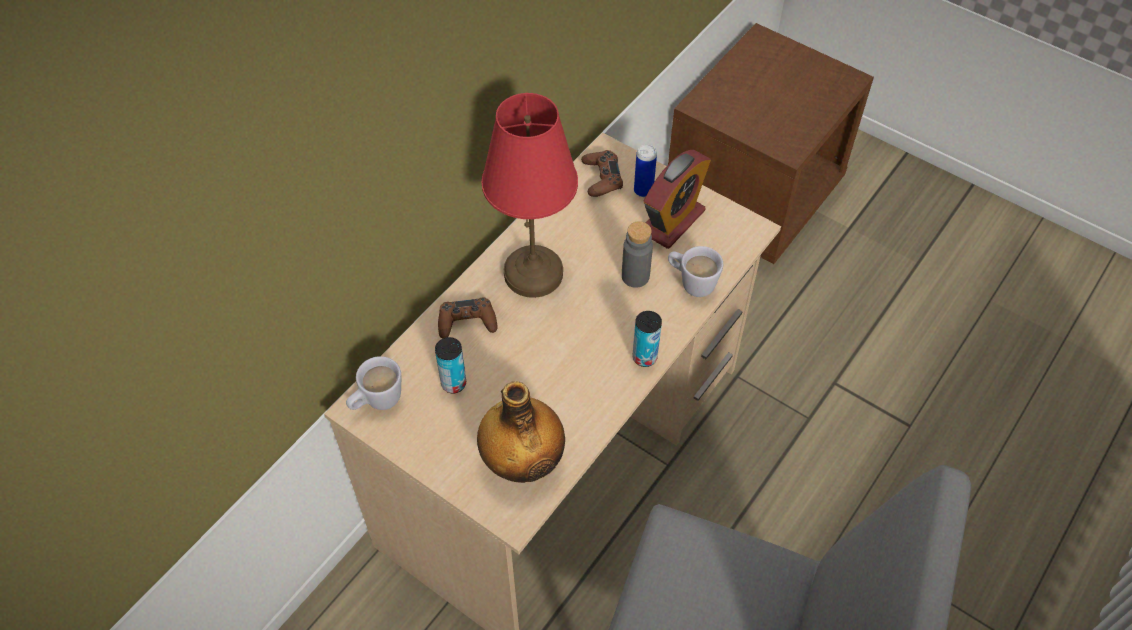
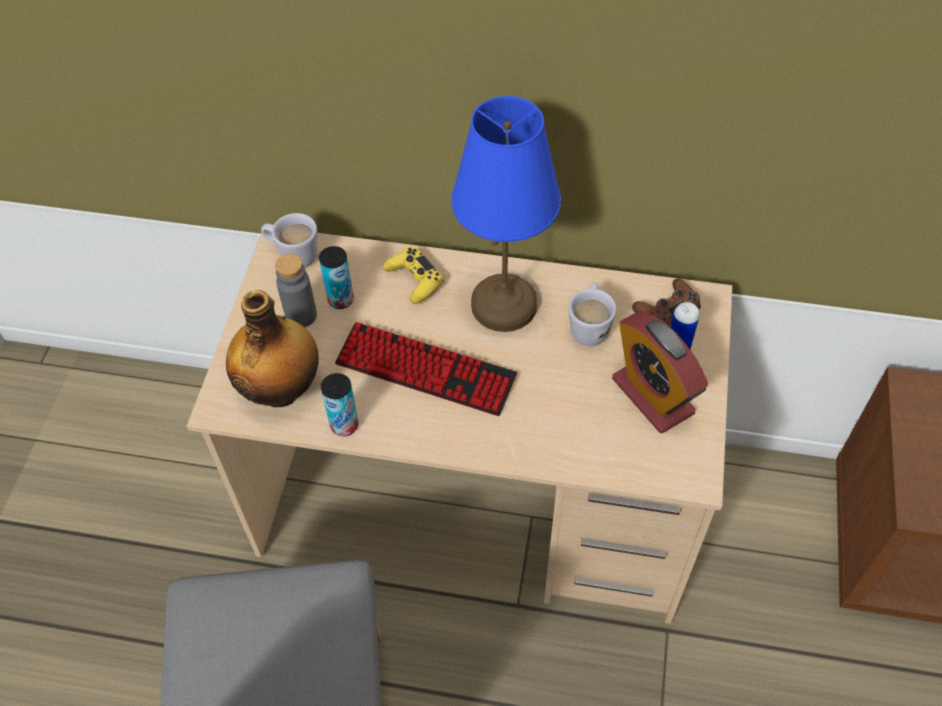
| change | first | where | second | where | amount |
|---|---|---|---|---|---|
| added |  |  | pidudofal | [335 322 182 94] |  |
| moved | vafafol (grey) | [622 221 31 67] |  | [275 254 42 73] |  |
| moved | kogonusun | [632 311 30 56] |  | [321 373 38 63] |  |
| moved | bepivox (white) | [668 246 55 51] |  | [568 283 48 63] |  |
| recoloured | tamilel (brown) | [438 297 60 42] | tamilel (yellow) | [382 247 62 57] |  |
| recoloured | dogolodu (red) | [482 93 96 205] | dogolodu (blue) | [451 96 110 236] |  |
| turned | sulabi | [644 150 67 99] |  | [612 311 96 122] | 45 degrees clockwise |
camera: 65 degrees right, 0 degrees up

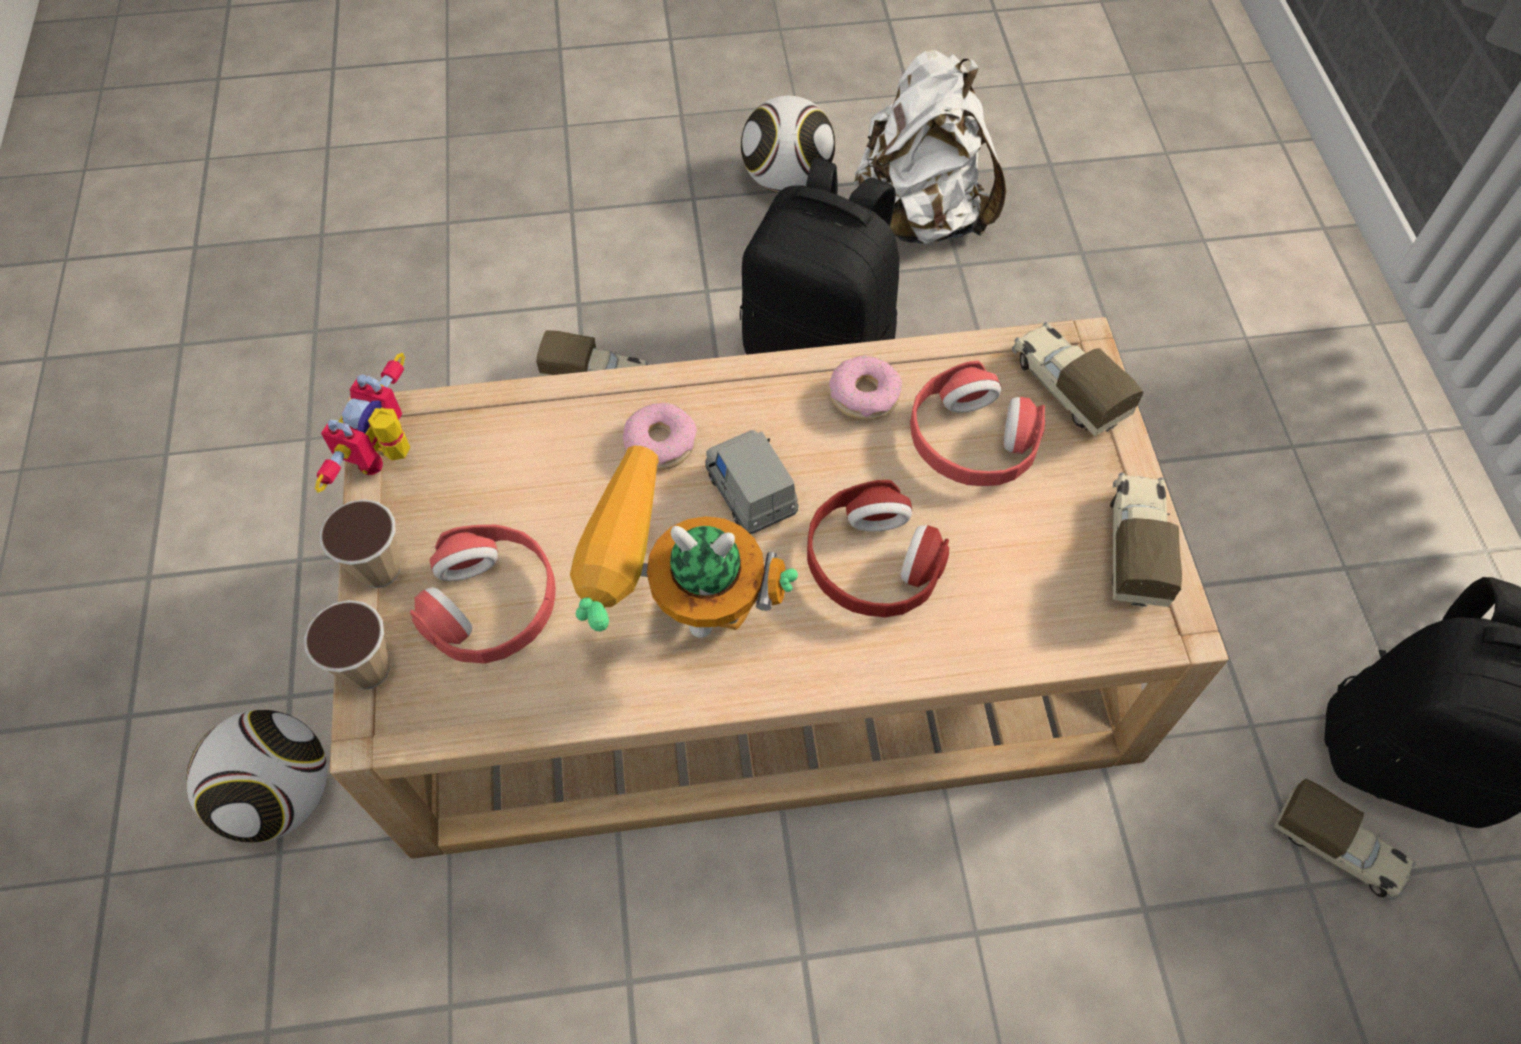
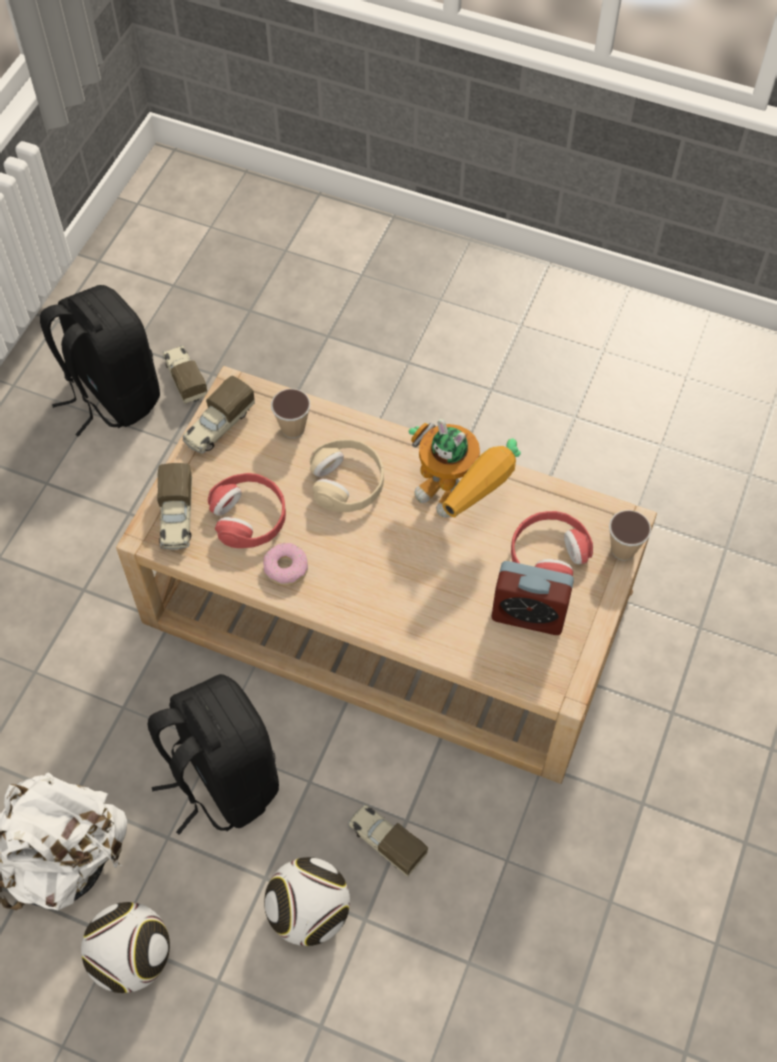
| change | first | where | second | where | amount |
|---|---|---|---|---|---|
| removed | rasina | [315 353 95 140] |  |  |  |
| removed | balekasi | [623 403 74 68] |  |  |  |
| removed | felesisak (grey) | [705 430 93 104] |  |  |  |
| added |  |  | sulabi | [491 561 83 74] |  |
| moved | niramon | [187 710 140 133] |  | [264 857 86 89] |  |
| moved | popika | [320 499 80 89] |  | [271 389 39 49] |  |
| recoloured | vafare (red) | [807 480 142 137] | vafare (beige) | [310 439 74 73] |  |
camera: 150 degrees left, 0 degrees up

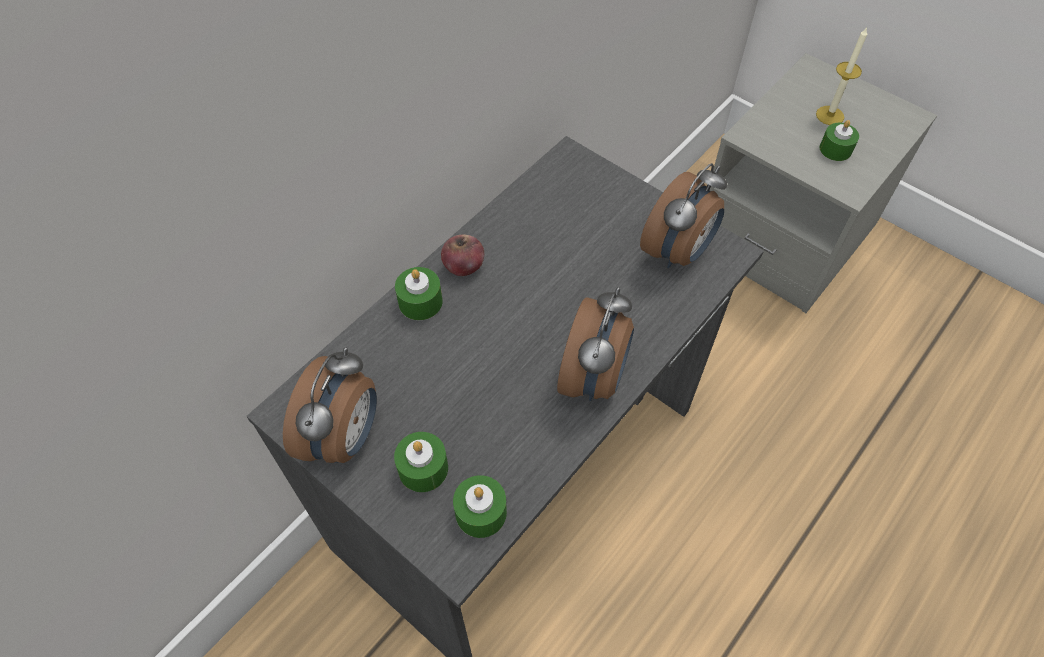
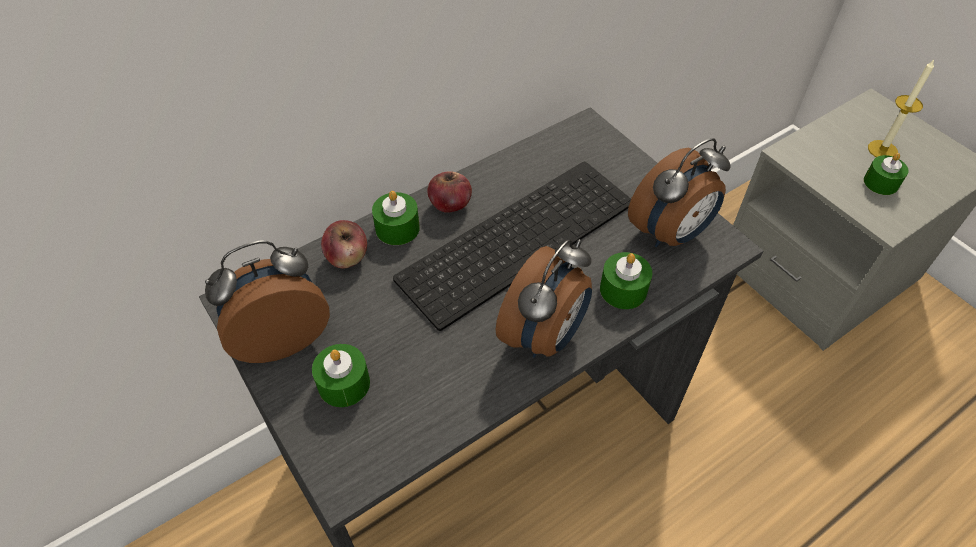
| change | first | where | second | where | amount |
|---|---|---|---|---|---|
| added |  |  | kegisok | [321 220 46 49] |  |
| added |  |  | pidudofal | [393 162 238 169] |  |
| moved | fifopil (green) | [453 475 54 63] |  | [600 252 52 57] |  |
| turned | sulabi | [283 347 94 116] |  | [205 241 125 122] | 150 degrees counterclockwise |
camera: 15 degrees right, 5 degrees down

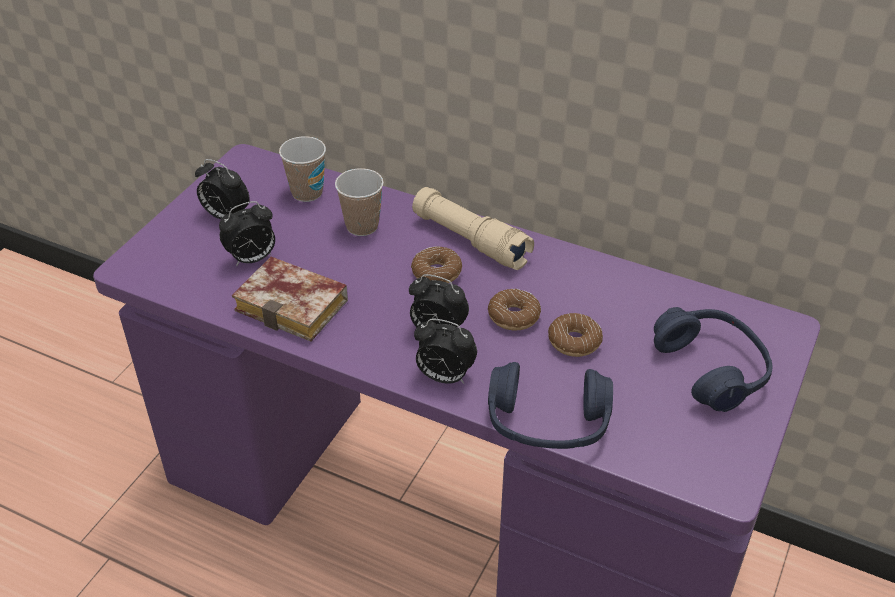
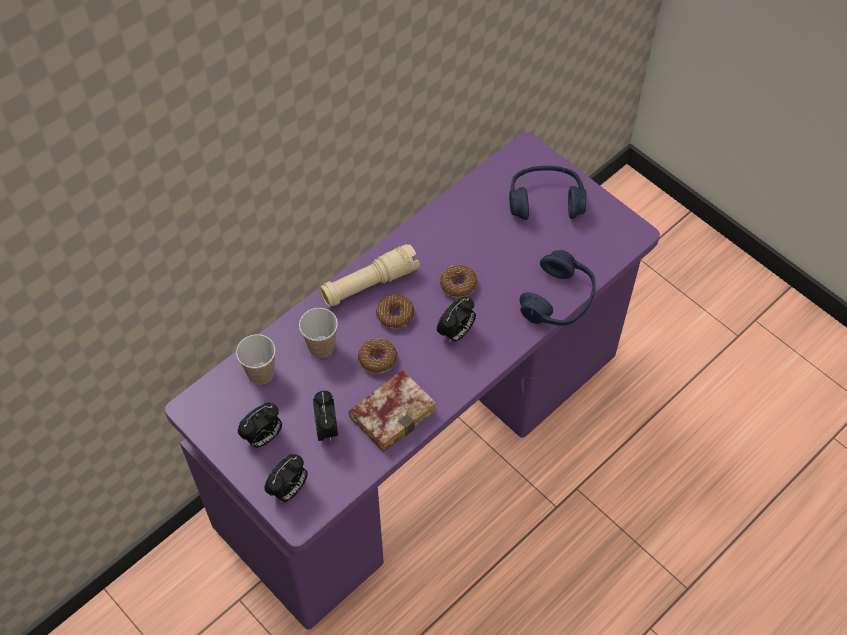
| change | first | where | second | where | amount |
|---|---|---|---|---|---|
| moved | sulabi | [414 319 63 65] |  | [264 454 44 48] |  |
| moved | balekasi | [548 313 55 44] |  | [358 338 40 36] |  |
camera: 70 degrees left, 15 degrees up

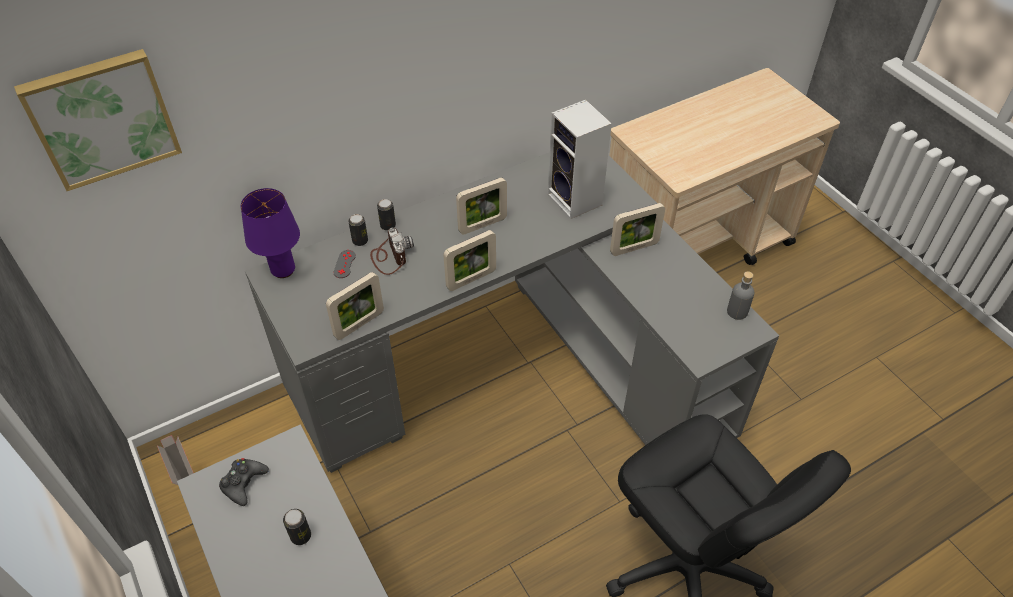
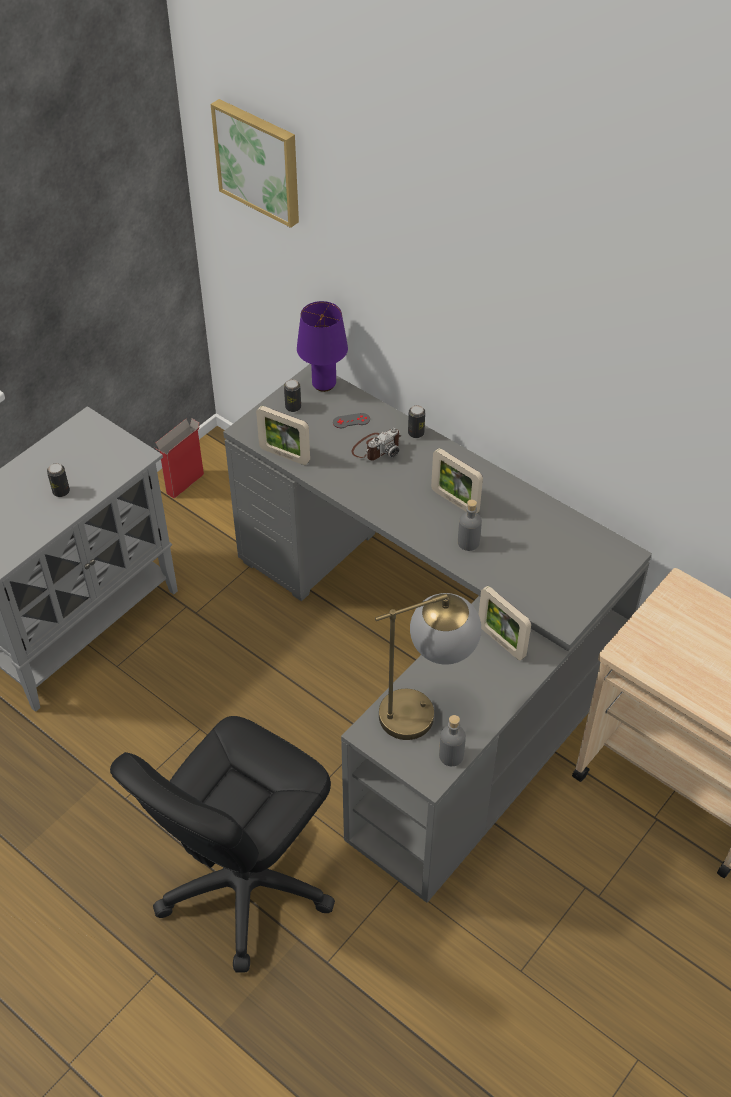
| change | first | where | second | where | amount |
|---|---|---|---|---|---|
| removed | tamilel (black) | [219 458 50 48] |  |  |  |
| removed | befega | [443 230 53 61] |  |  |  |
| removed | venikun | [548 100 64 119] |  |  |  |
| added |  |  | dogolodu | [375 593 106 147] |  |
| added |  |  | vafafol (grey) | [458 499 24 52] |  |
| moved | kogonusun | [348 214 20 32] |  | [284 379 17 33] |  |
camera: 70 degrees right, 0 degrees up

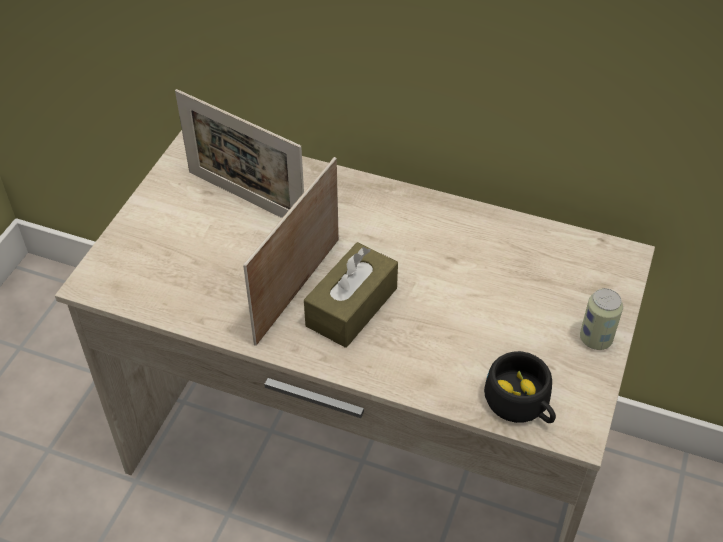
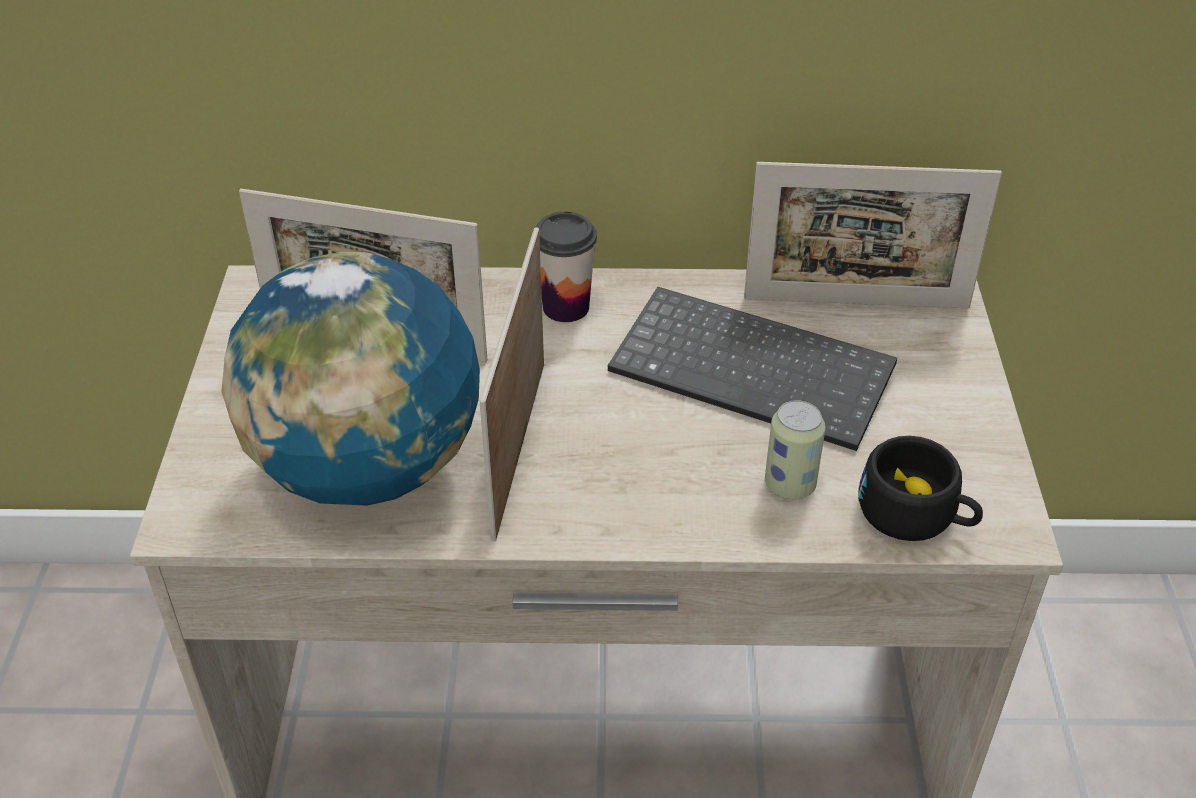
| change | first | where | second | where | amount |
|---|---|---|---|---|---|
| removed | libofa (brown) | [304 242 94 106] |  |  |  |
| added |  |  | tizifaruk | [221 252 259 254] |  |
| added |  |  | popika | [535 212 62 110] |  |
| added |  |  | pidudofal | [608 286 289 165] |  |
| added |  |  | befega | [744 162 258 146] |  |
| moved | kogonusun | [580 288 43 62] |  | [765 400 61 100] |  |
camera: 20 degrees left, 5 degrees down

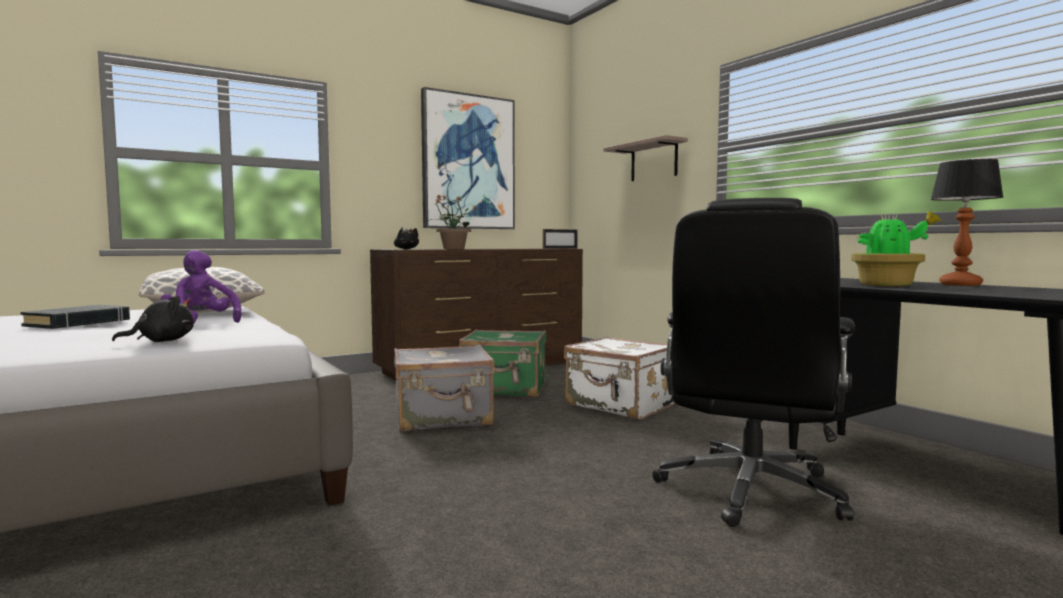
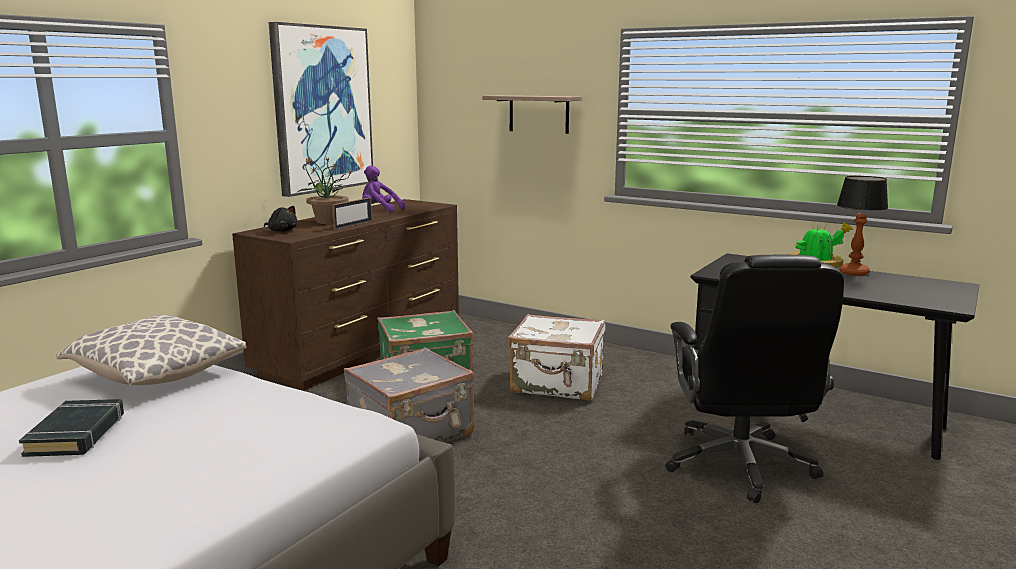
| change | first | where | second | where | amount |
|---|---|---|---|---|---|
| removed | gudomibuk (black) | [112 296 82 46] |  |  |  |
| moved | gudomibuk (purple) | [160 250 82 73] |  | [362 165 43 47] |  |
| moved | befega | [543 229 35 20] |  | [332 197 40 33] |  |
camera: 25 degrees left, 10 degrees up

